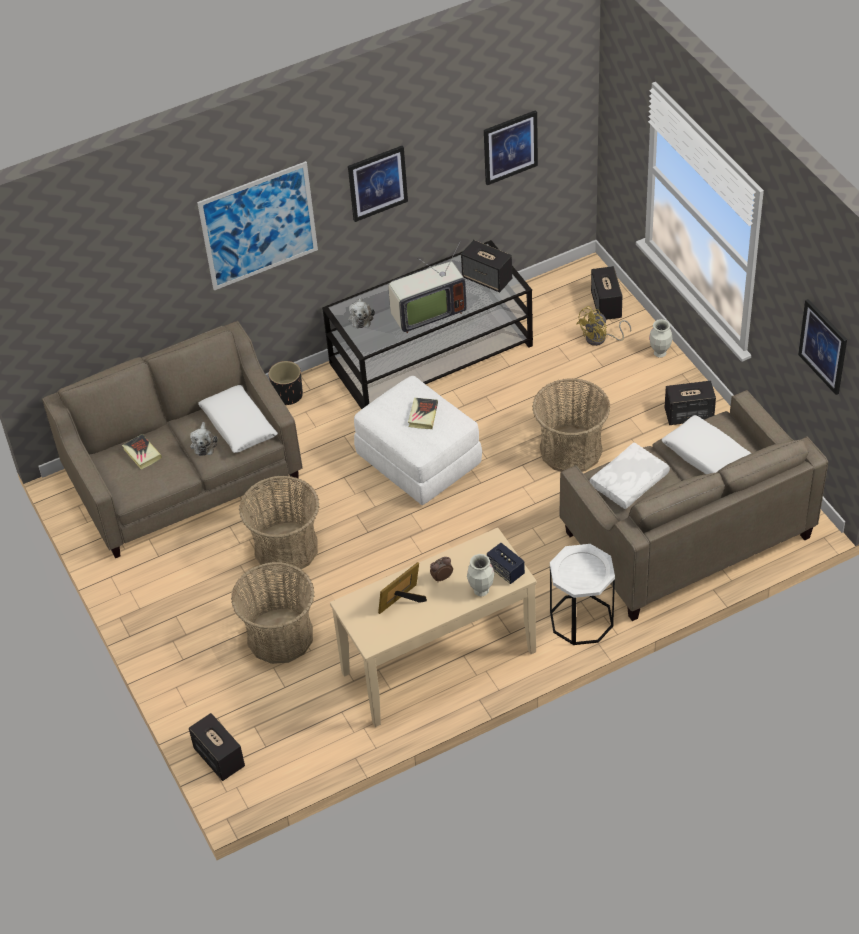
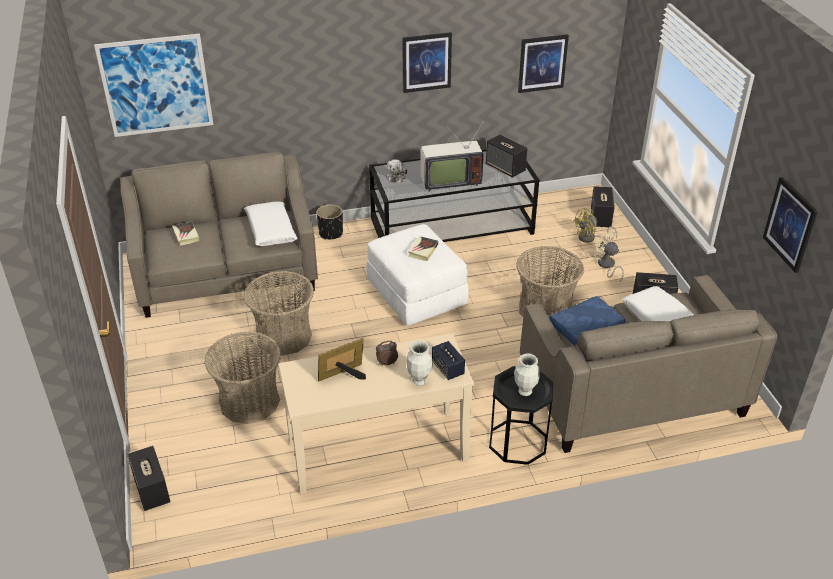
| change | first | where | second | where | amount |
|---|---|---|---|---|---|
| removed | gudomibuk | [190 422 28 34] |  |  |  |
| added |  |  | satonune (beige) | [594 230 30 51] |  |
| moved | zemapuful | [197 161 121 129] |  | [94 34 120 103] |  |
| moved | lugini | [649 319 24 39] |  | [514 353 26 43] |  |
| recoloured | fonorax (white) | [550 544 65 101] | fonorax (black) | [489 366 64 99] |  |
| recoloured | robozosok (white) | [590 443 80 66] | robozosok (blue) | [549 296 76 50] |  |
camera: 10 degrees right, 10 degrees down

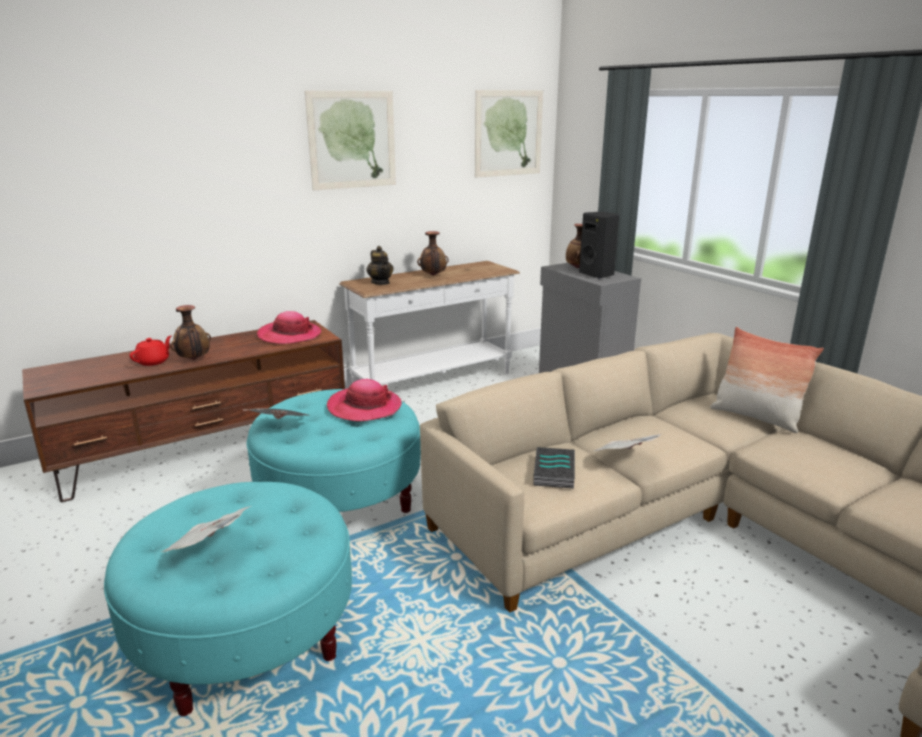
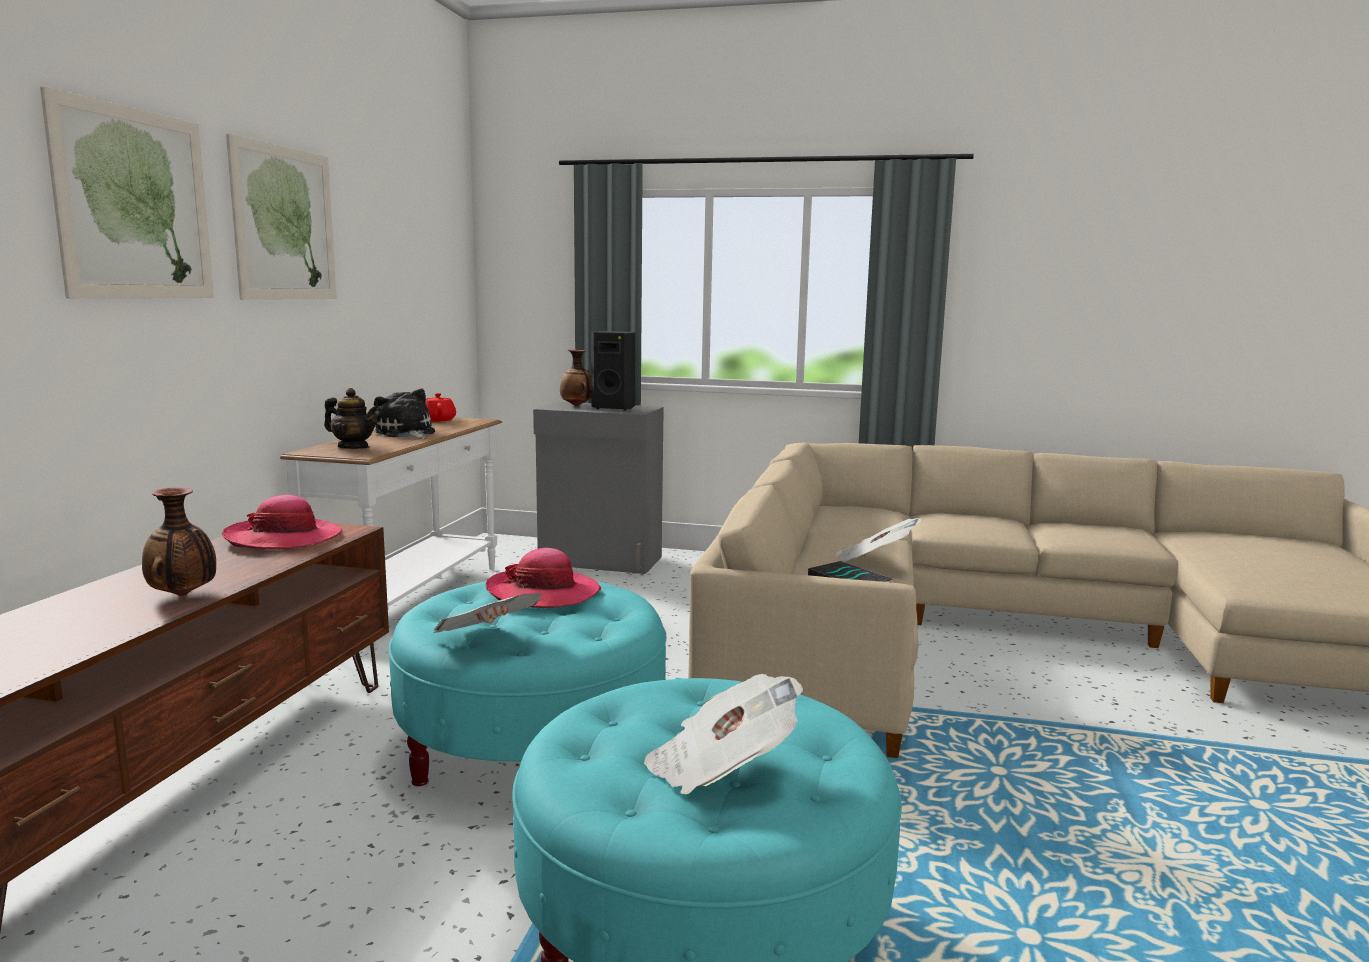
| change | first | where | second | where | amount |
|---|---|---|---|---|---|
| removed | robozosok | [710 327 114 106] |  |  |  |
| moved | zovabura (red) | [129 335 43 31] |  | [426 393 30 29] |  |
| moved | zemapuful | [475 90 68 88] |  | [40 86 174 212] |  |
| replaced | lugini | [417 231 32 45] | gudomibuk | [374 389 61 50] |  |
camera: 45 degrees left, 10 degrees down

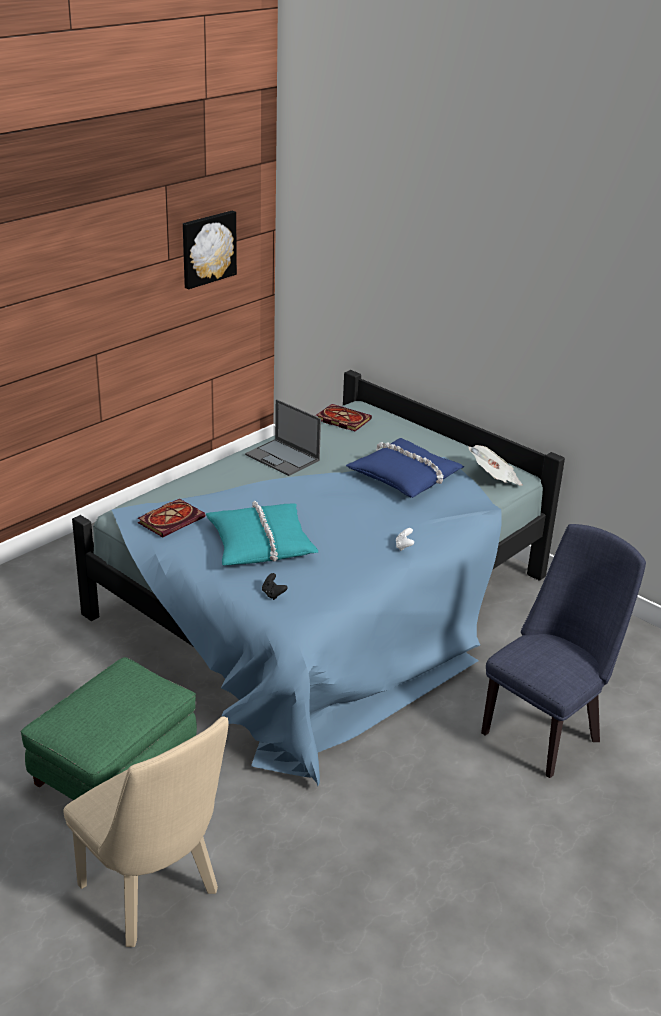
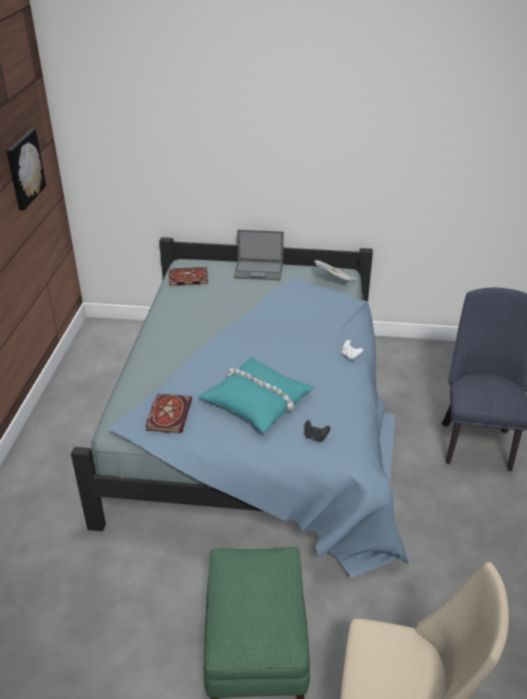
| change | first | where | second | where | amount |
|---|---|---|---|---|---|
| removed | robozosok (blue) | [346 438 118 60] |  |  |  |
| moved | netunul | [245 399 76 77] |  | [234 230 50 51] |  |
camera: 35 degrees left, 5 degrees up

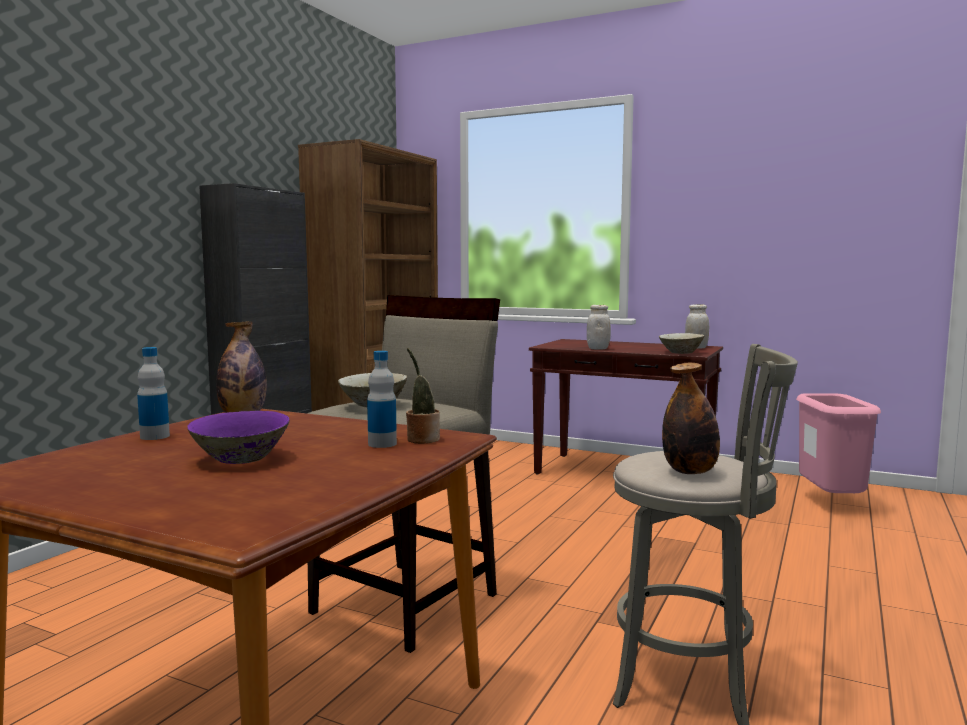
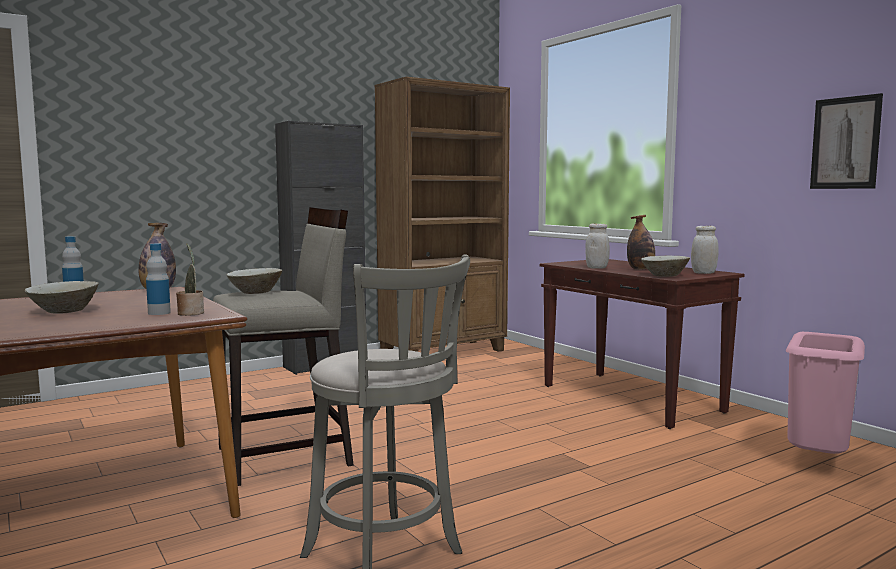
| change | first | where | second | where | amount |
|---|---|---|---|---|---|
| added |  |  | zemapuful | [810 93 73 96] |  |
| moved | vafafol | [662 363 58 111] |  | [627 215 28 55] |  |
| recoloured | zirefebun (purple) | [187 411 102 53] | zirefebun (beige) | [25 281 74 33] |  |
camera: 30 degrees right, 0 degrees up

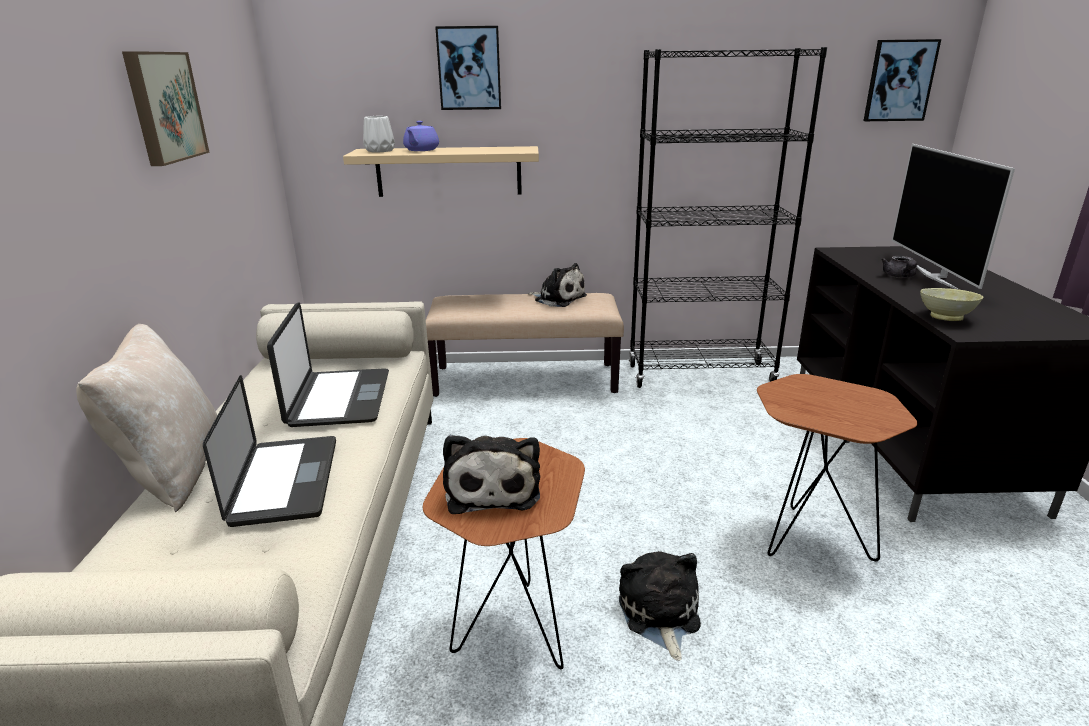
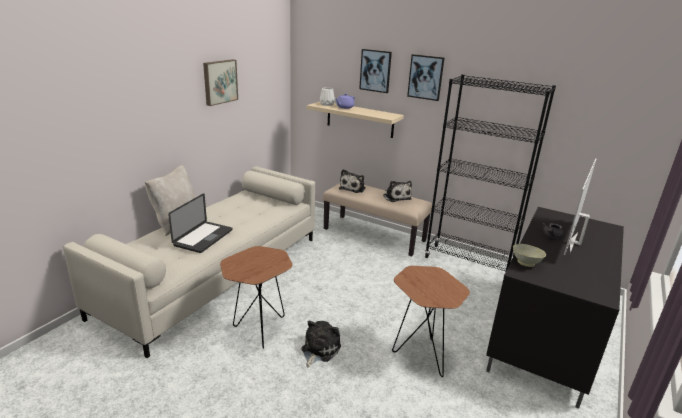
| change | first | where | second | where | amount |
|---|---|---|---|---|---|
| removed | netunul | [267 303 122 124] |  |  |  |
| moved | gudomibuk | [443 435 97 79] |  | [339 169 27 24] |  |
| moved | zemapuful | [864 39 77 82] |  | [407 54 37 47] |  |
camera: 30 degrees right, 0 degrees up

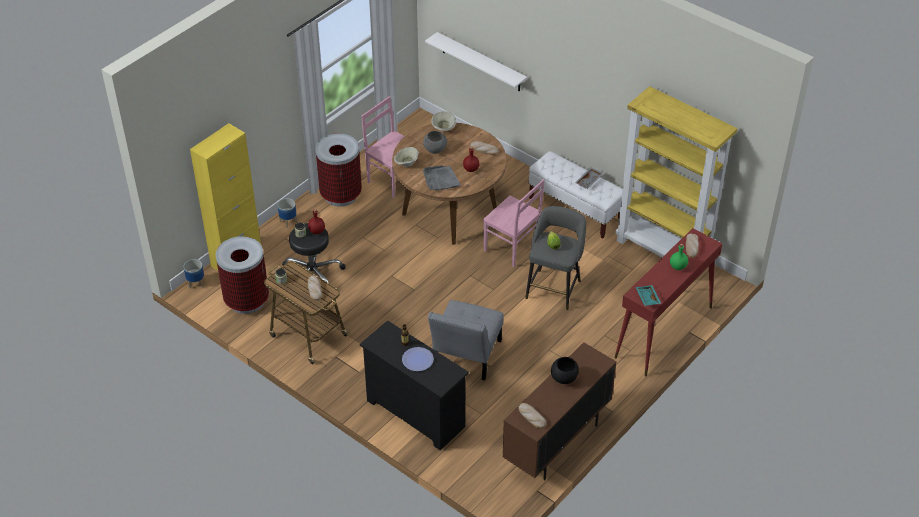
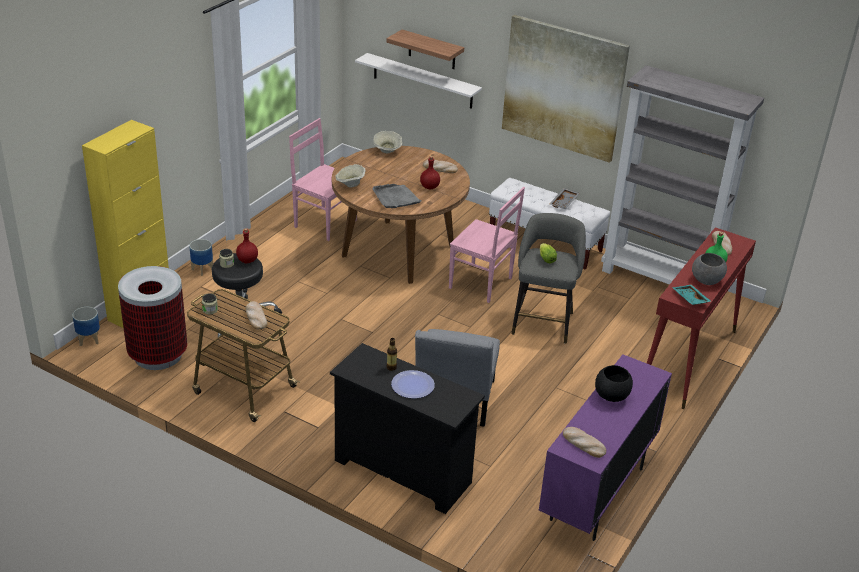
| change | first | where | second | where | amount |
|---|---|---|---|---|---|
| removed | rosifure | [315 133 47 74] |  |  |  |
| added |  |  | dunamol | [386 30 78 39] |  |
| added |  |  | zemapuful | [502 15 128 148] |  |
| moved | zirefebun (grey) | [423 131 24 23] |  | [692 253 35 32] |  |
| recoloured | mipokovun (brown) | [502 342 114 138] | mipokovun (purple) | [539 354 133 187] |  |
| recoloured | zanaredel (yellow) | [615 86 122 171] | zanaredel (grey) | [601 65 163 220] |  |
camera: 10 degrees left, 10 degrees down

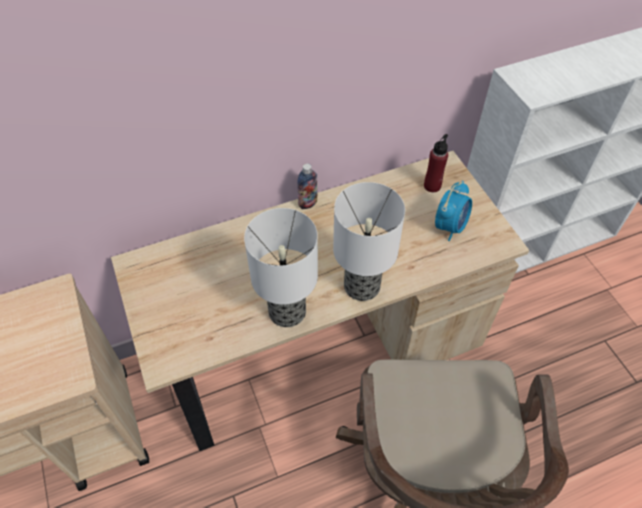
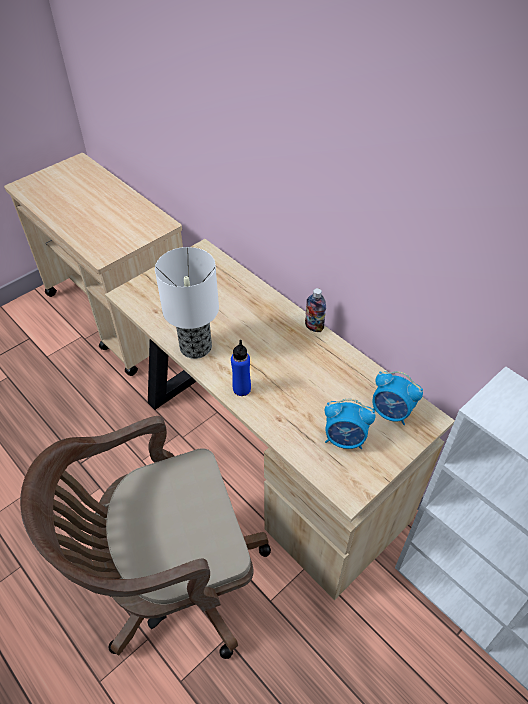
| change | first | where | second | where | amount |
|---|---|---|---|---|---|
| replaced | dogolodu | [333 182 72 119] | vafafol (blue) | [231 340 20 56] |  |
| replaced | vafafol (red) | [424 134 24 58] | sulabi | [372 371 51 54] |  |
camera: 70 degrees right, 5 degrees down

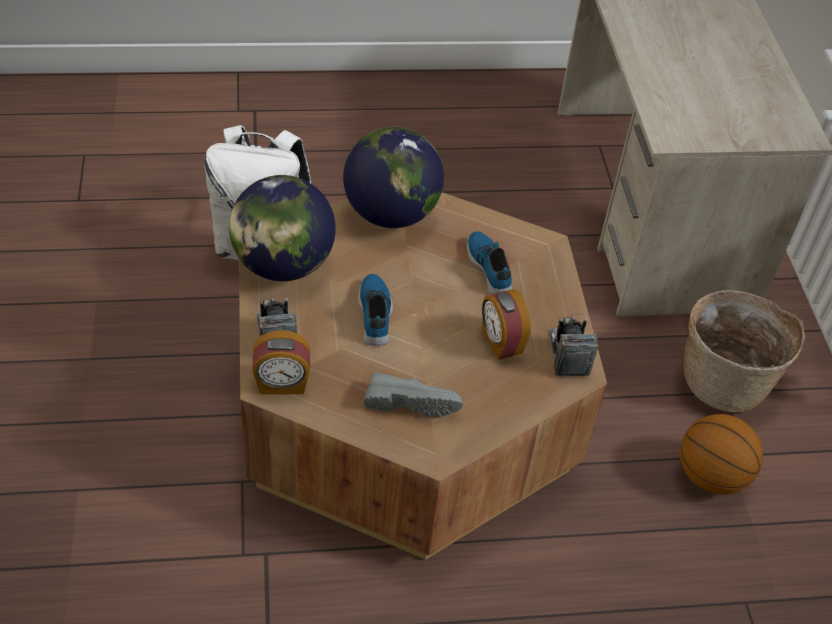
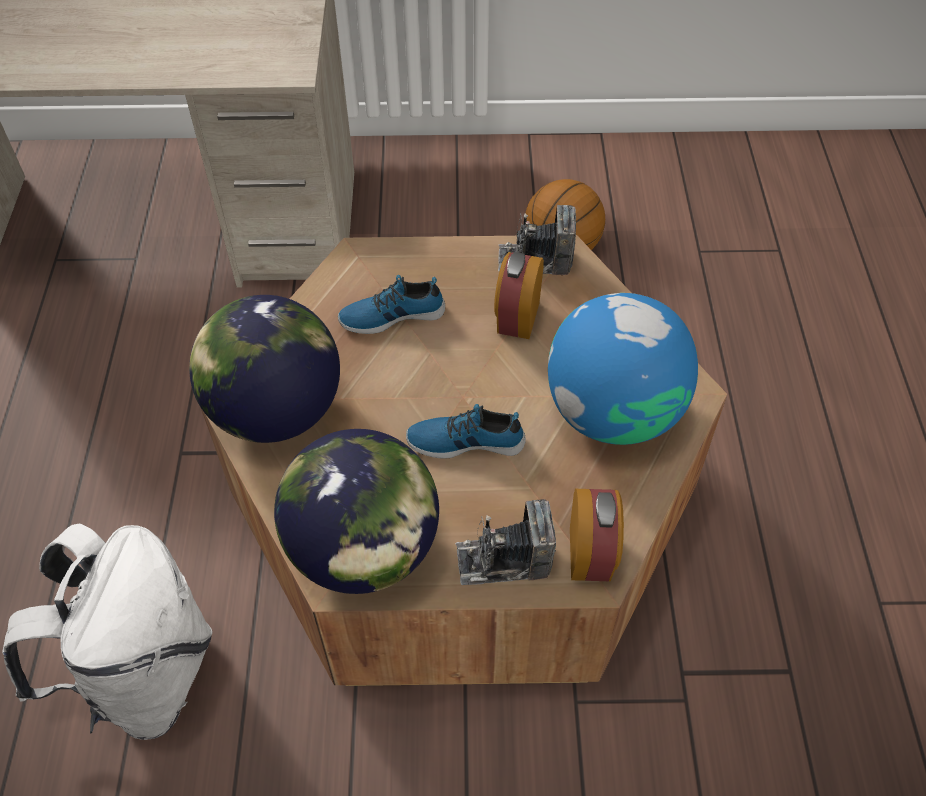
| change | first | where | second | where | amount |
|---|---|---|---|---|---|
| removed | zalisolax | [683 290 122 122] |  |  |  |
| replaced | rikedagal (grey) | [364 372 99 45] | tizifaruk | [548 293 150 152] |  |
| turned | sulabi | [482 289 49 71] |  | [494 252 50 87] | 120 degrees clockwise |
camera: 80 degrees left, 5 degrees up

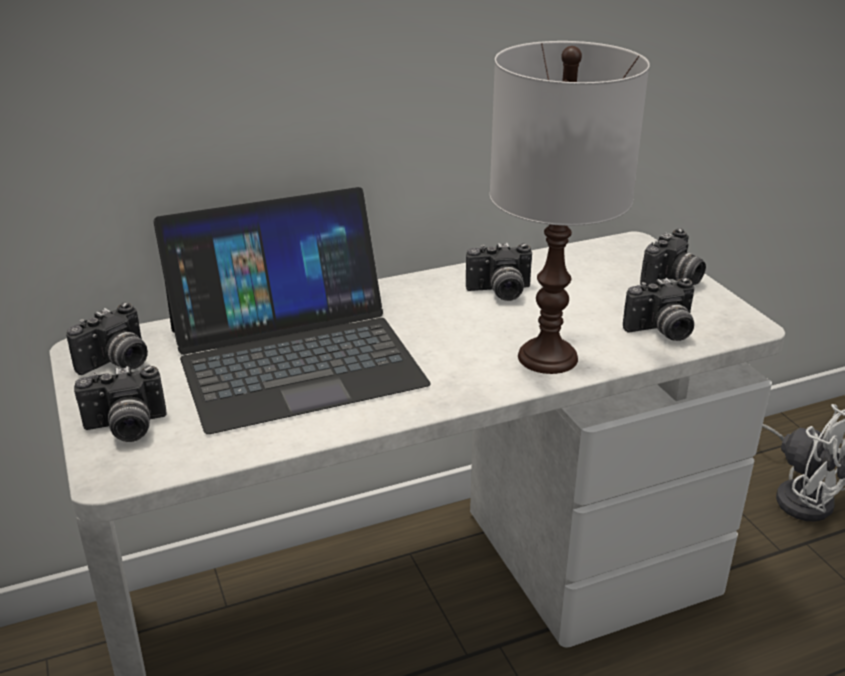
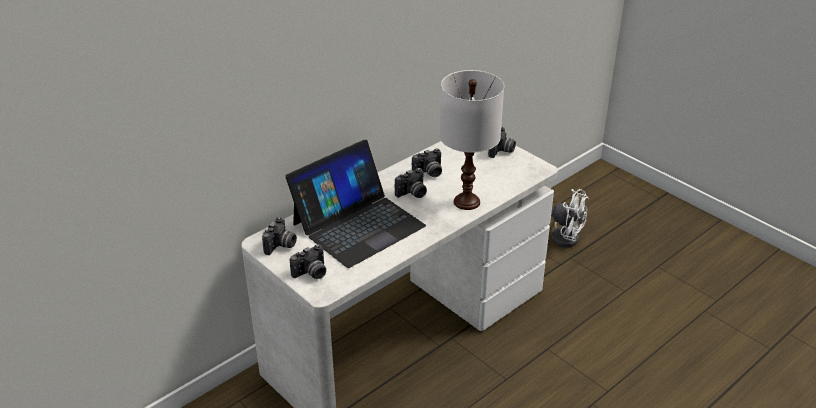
| change | first | where | second | where | amount |
|---|---|---|---|---|---|
| moved | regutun | [623 278 72 63] |  | [395 168 32 30] |  |
camera: 20 degrees left, 5 degrees up

